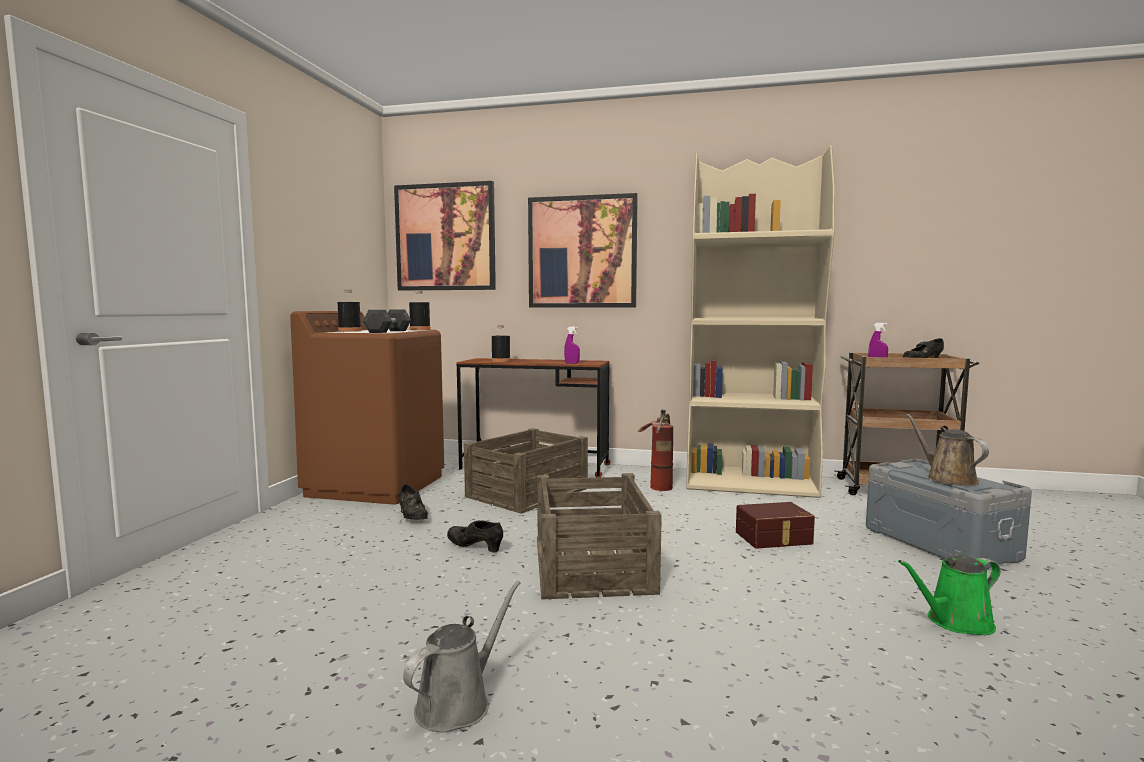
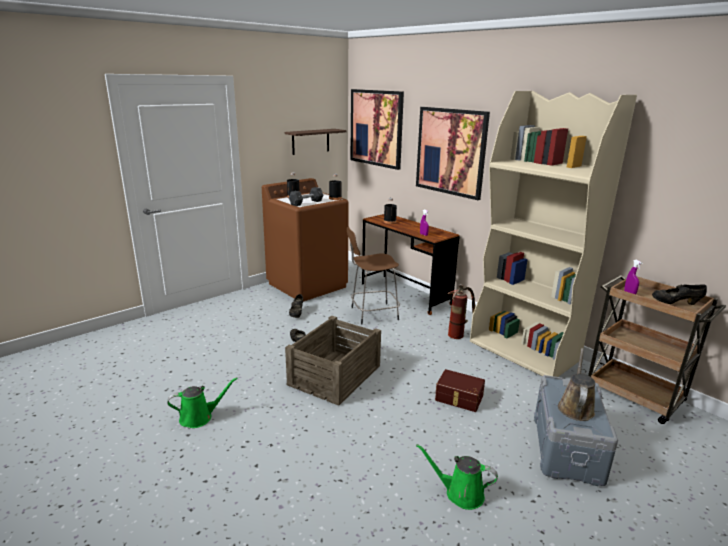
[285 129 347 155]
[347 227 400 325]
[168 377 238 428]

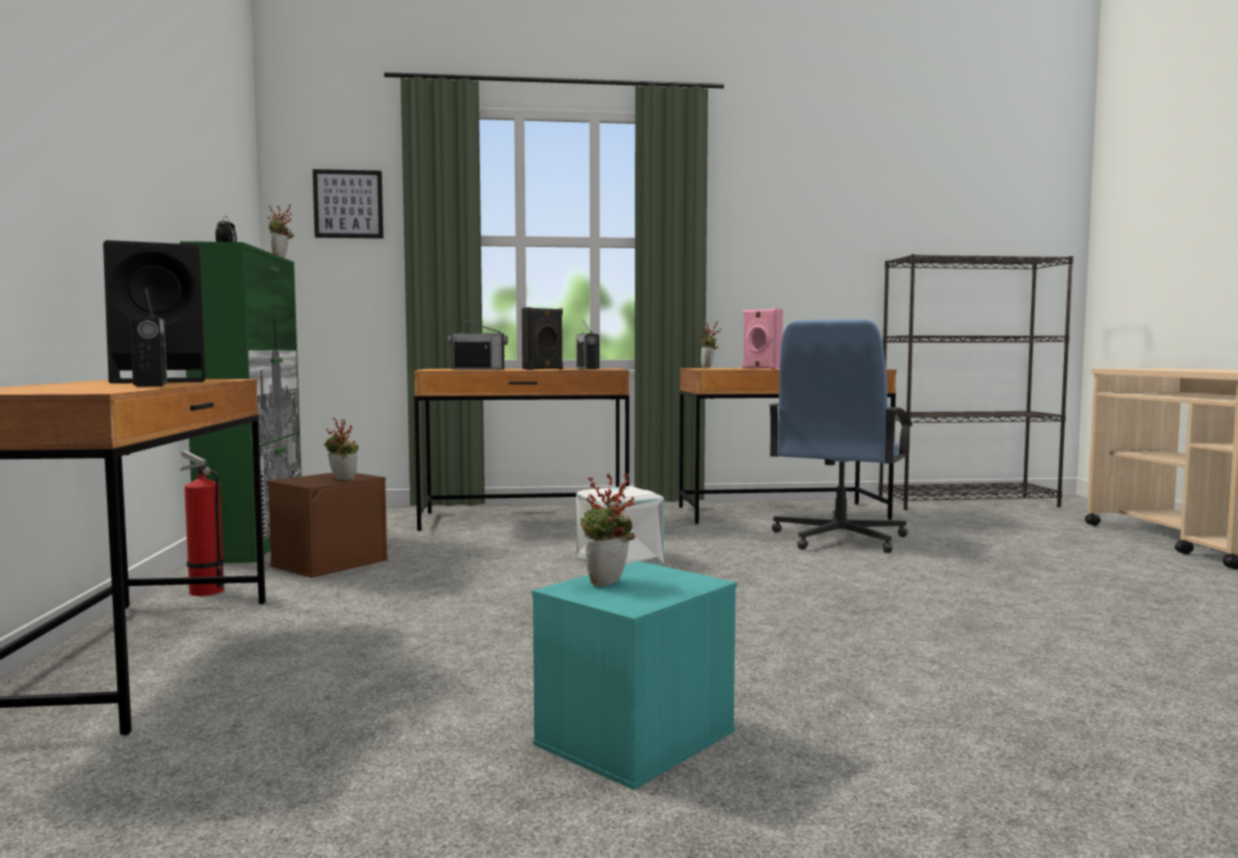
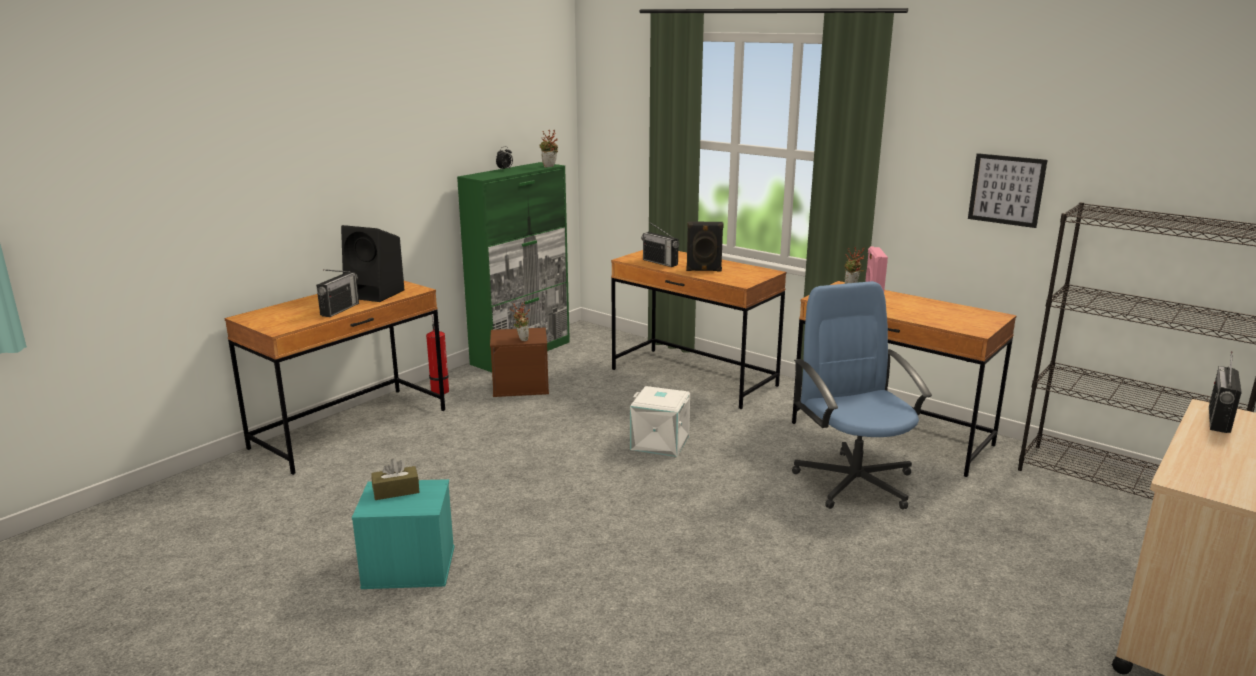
[968 153 1047 228]
[1209 351 1242 433]
[371 459 420 500]
[792 281 932 510]

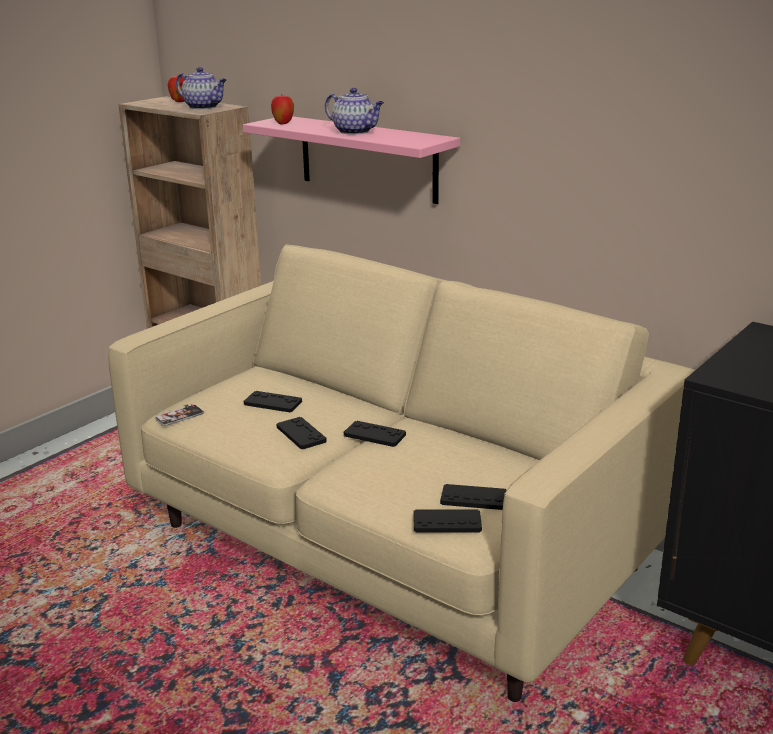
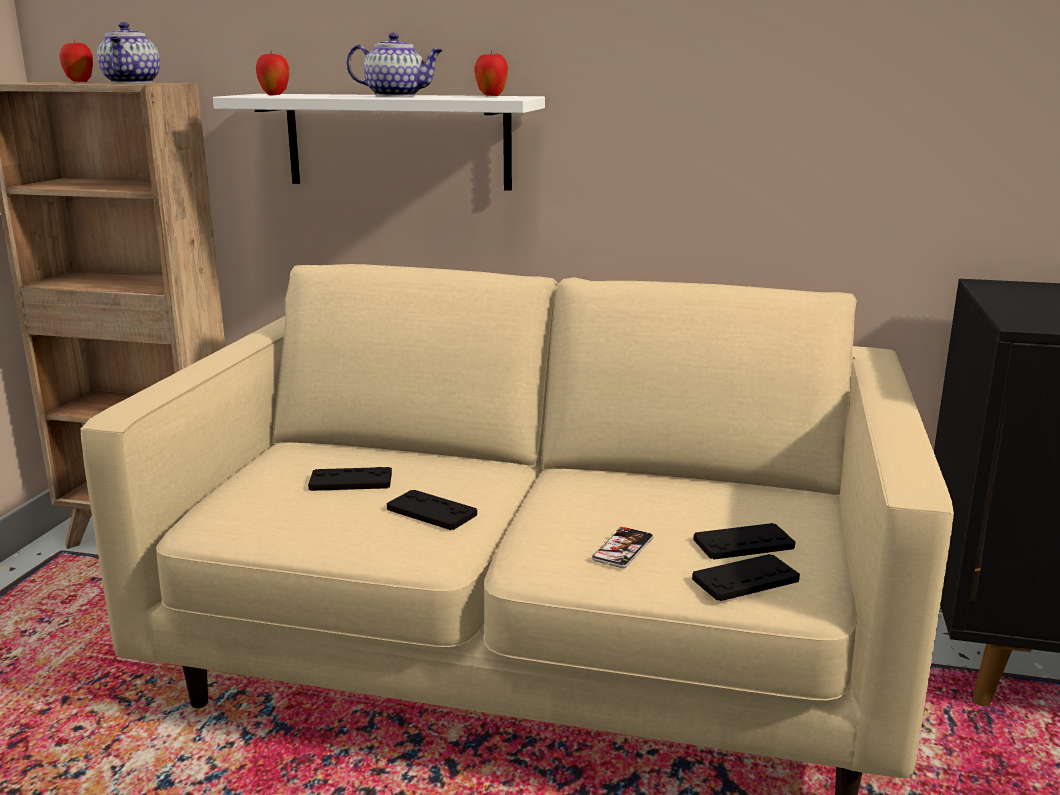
[344 421 406 447] (first image)
[474 50 508 96]
[592 527 653 568]
[213 94 545 191]
[97 22 160 83]

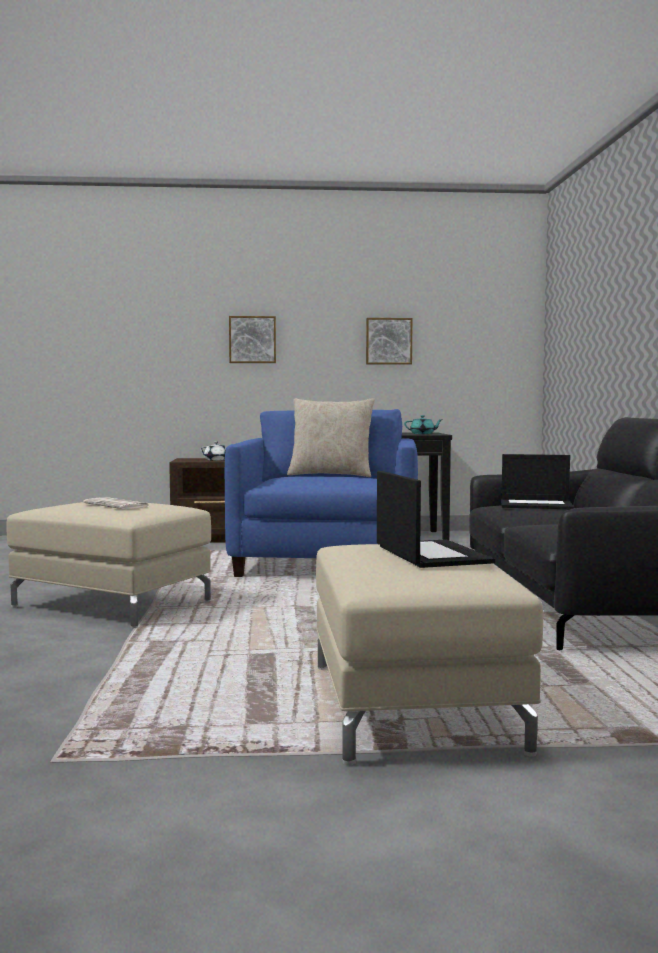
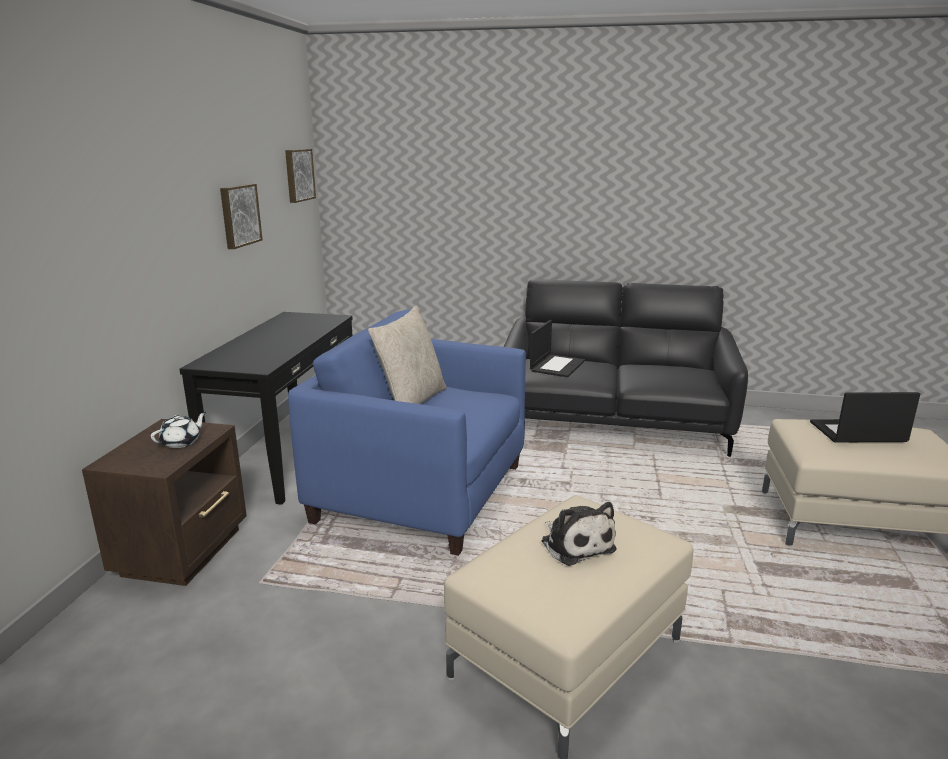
[404 415 443 434] (first image)
[285 149 316 203]
[542 502 617 566]

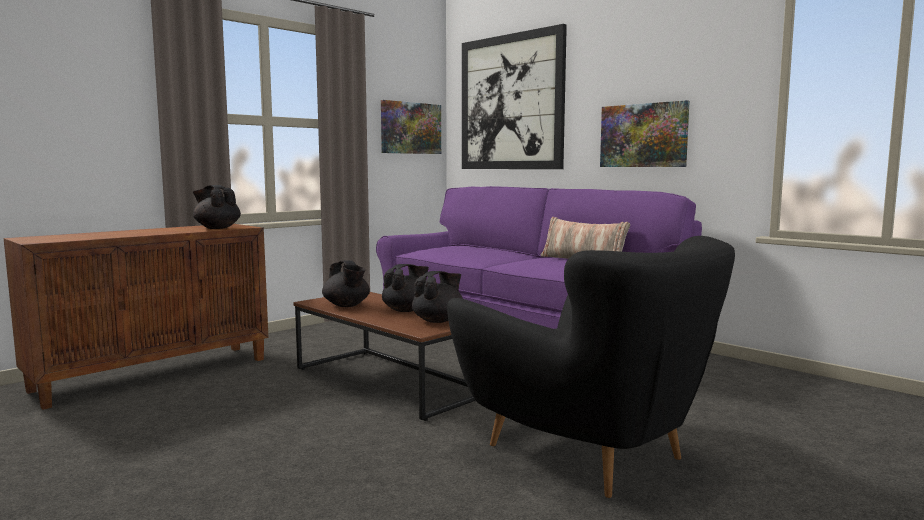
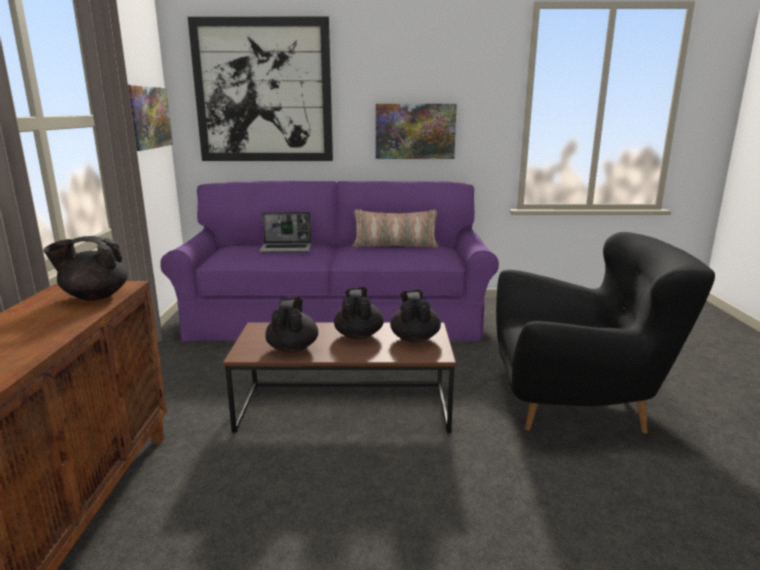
[259 212 311 253]
[265 297 318 353]

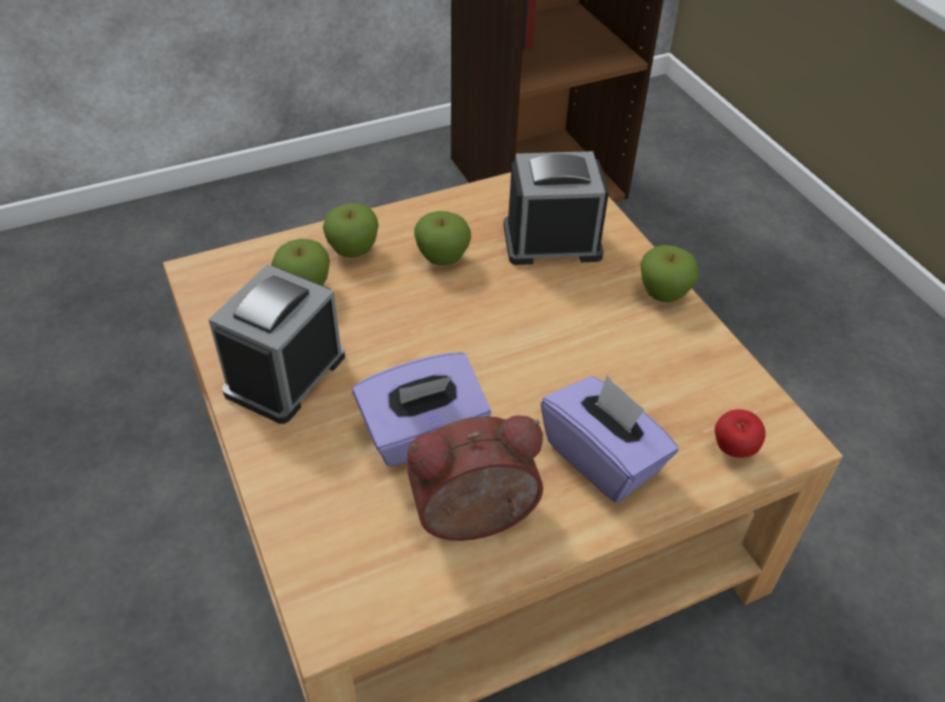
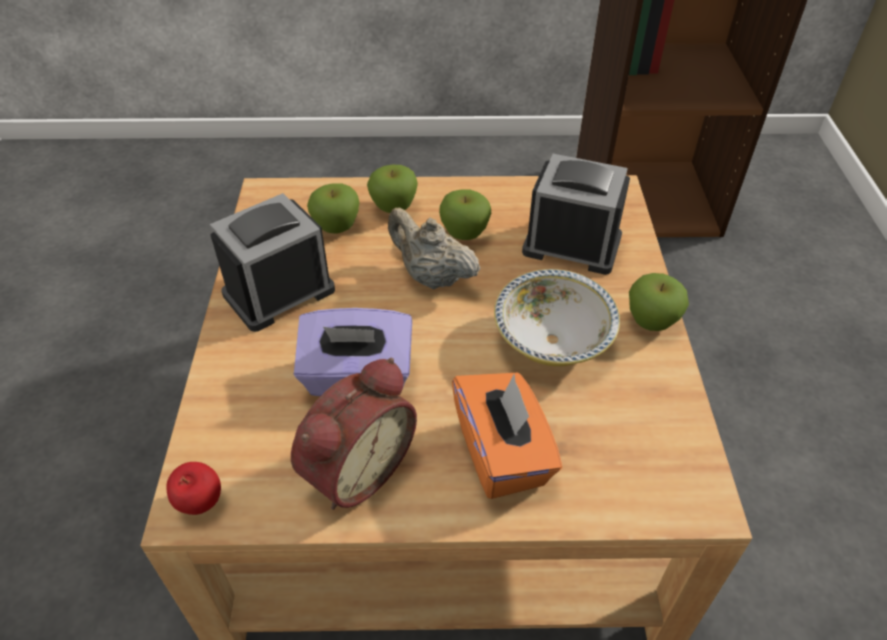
[388 208 480 289]
[494 269 620 366]
[166 462 221 515]
[452 373 562 499]
[291 357 417 510]

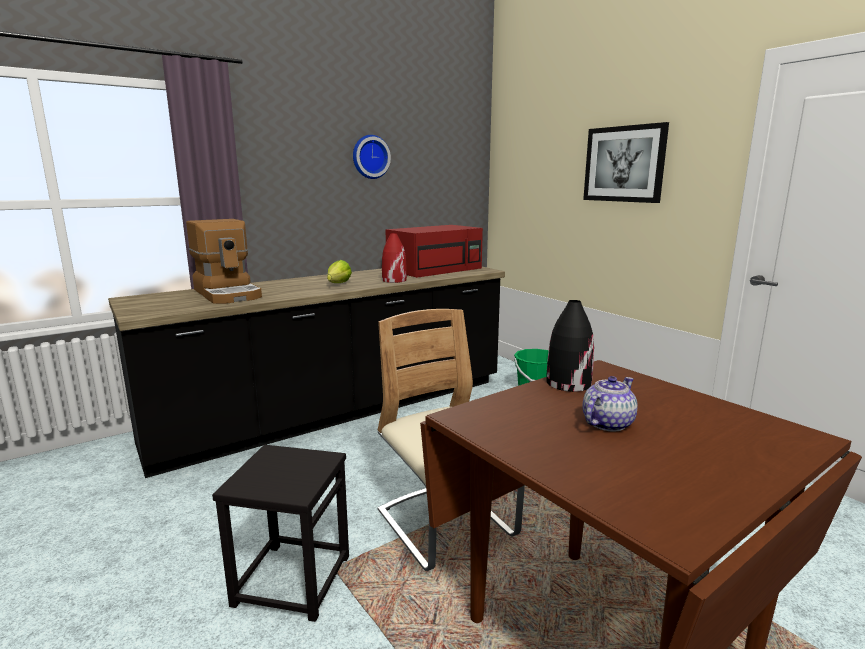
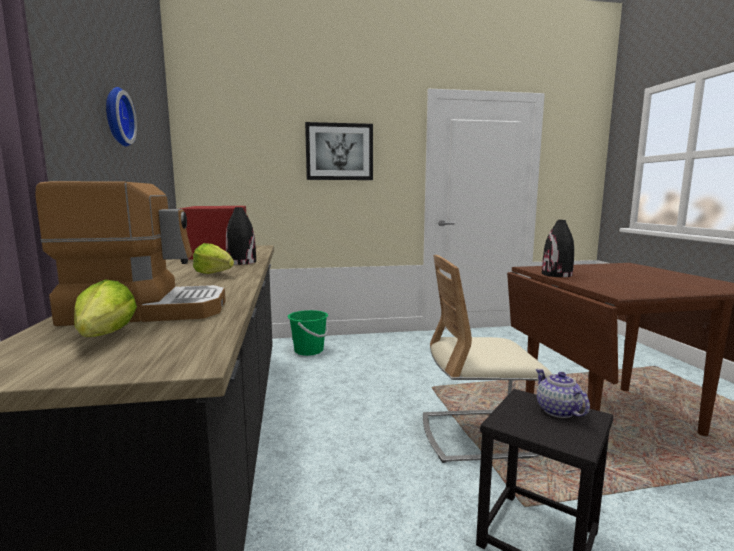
[74 280 137 337]
[536 369 590 418]
[226 207 256 265]

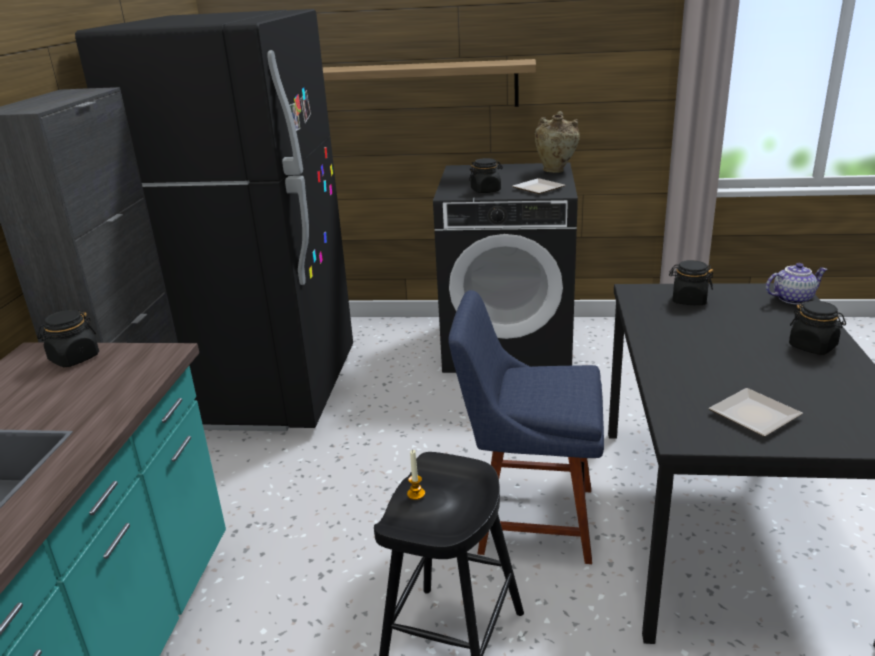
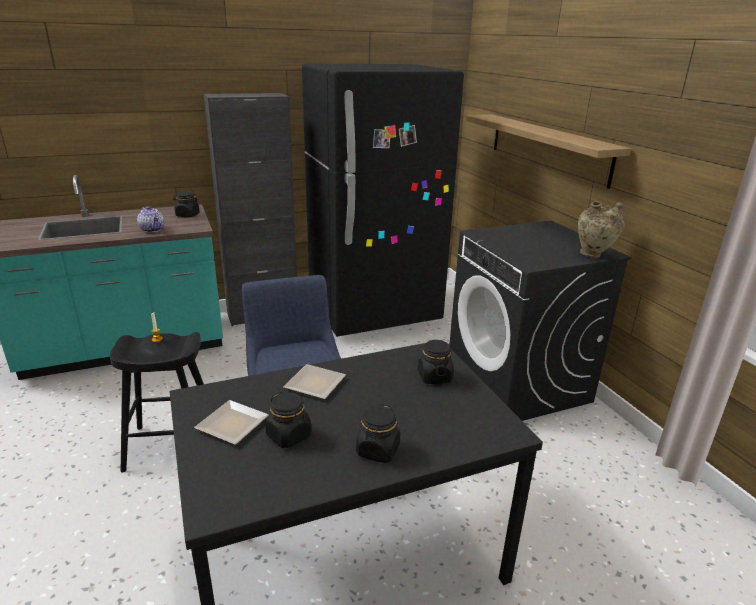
[265 392 311 448]
[284 364 346 399]
[137 206 164 233]

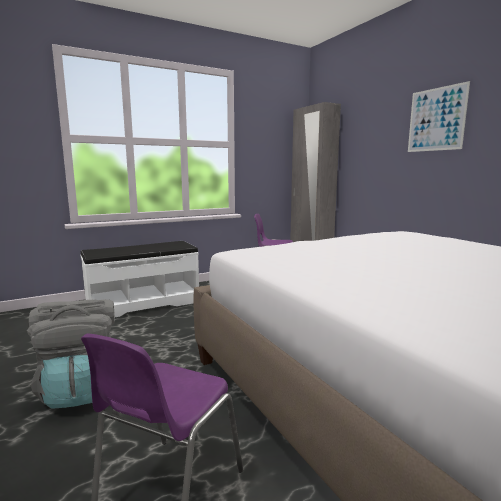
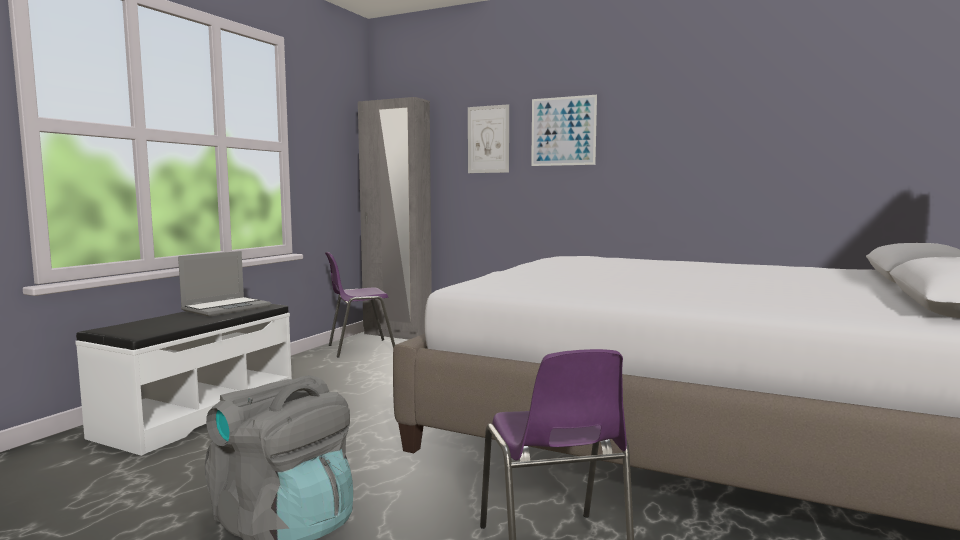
[178 251 271 317]
[468 104 509 173]

